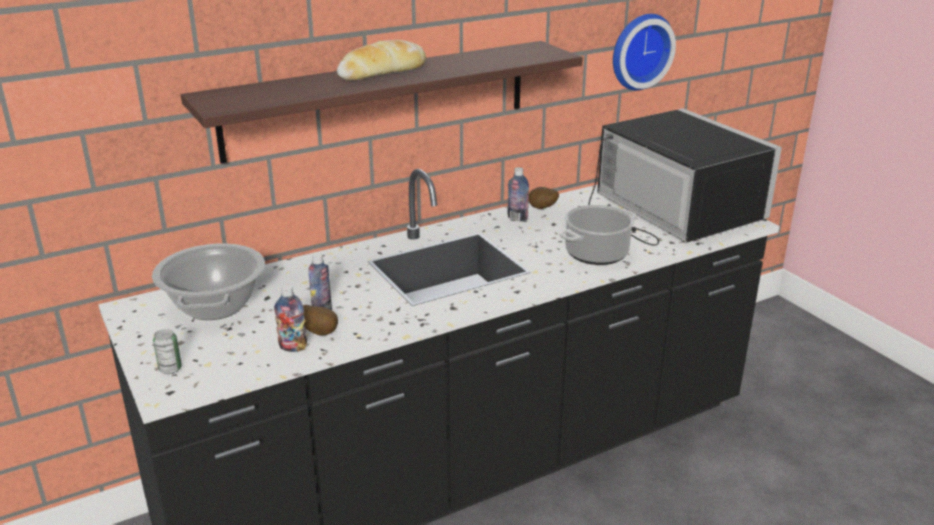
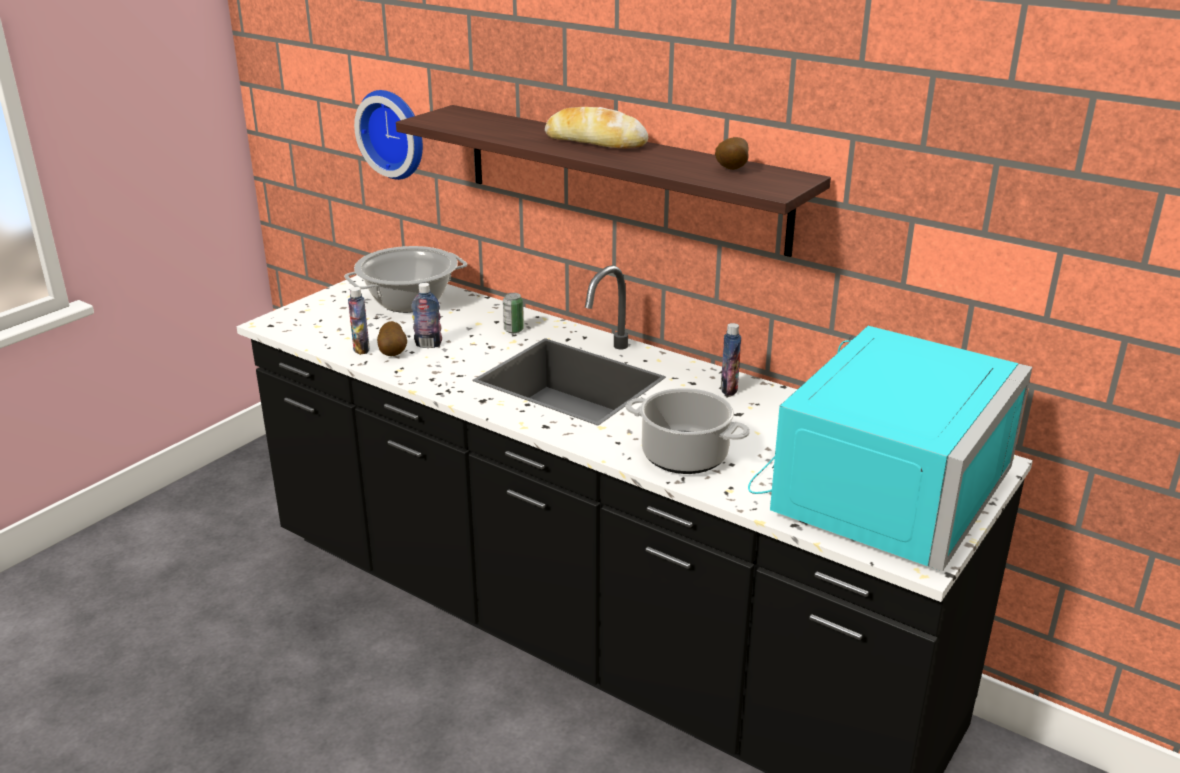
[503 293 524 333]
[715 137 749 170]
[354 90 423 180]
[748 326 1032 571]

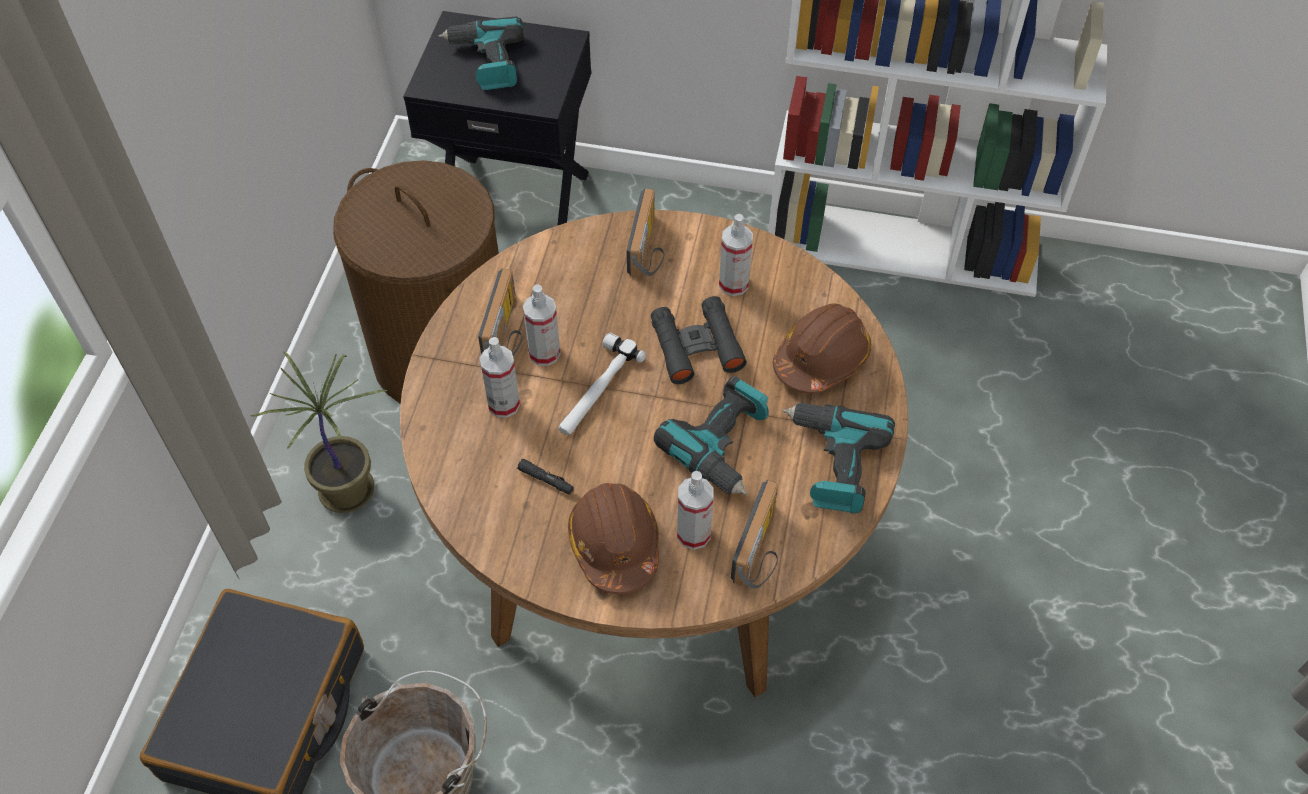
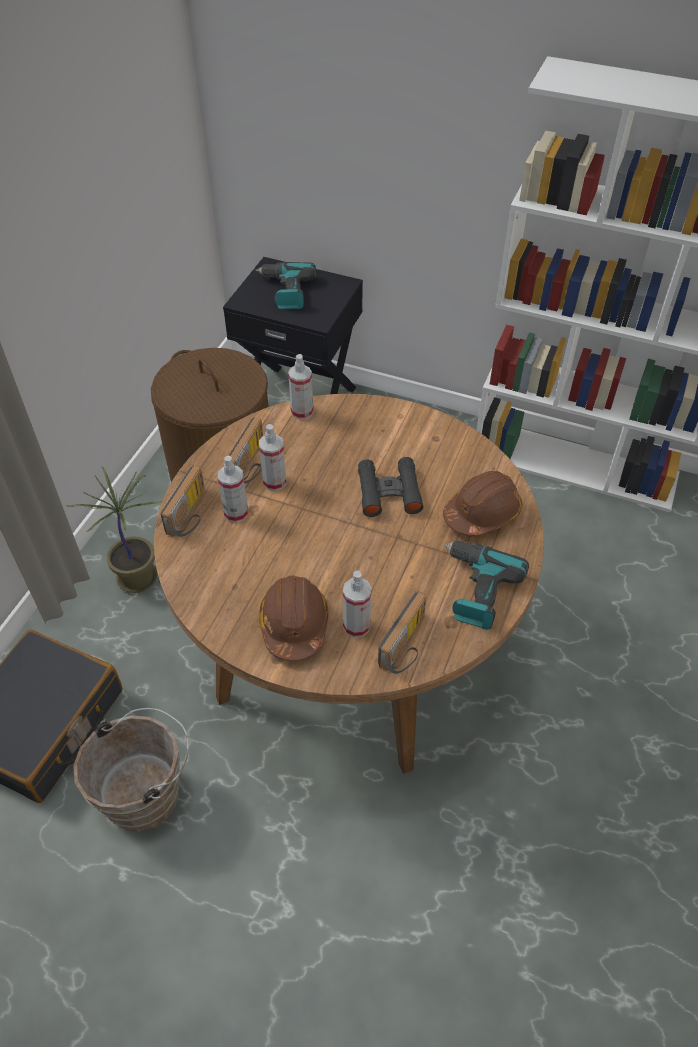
[517 459 574 495] (first image)
[559 333 646 435] (first image)
[654 376 769 495] (first image)
[160 465 205 537]
[288 354 313 420]

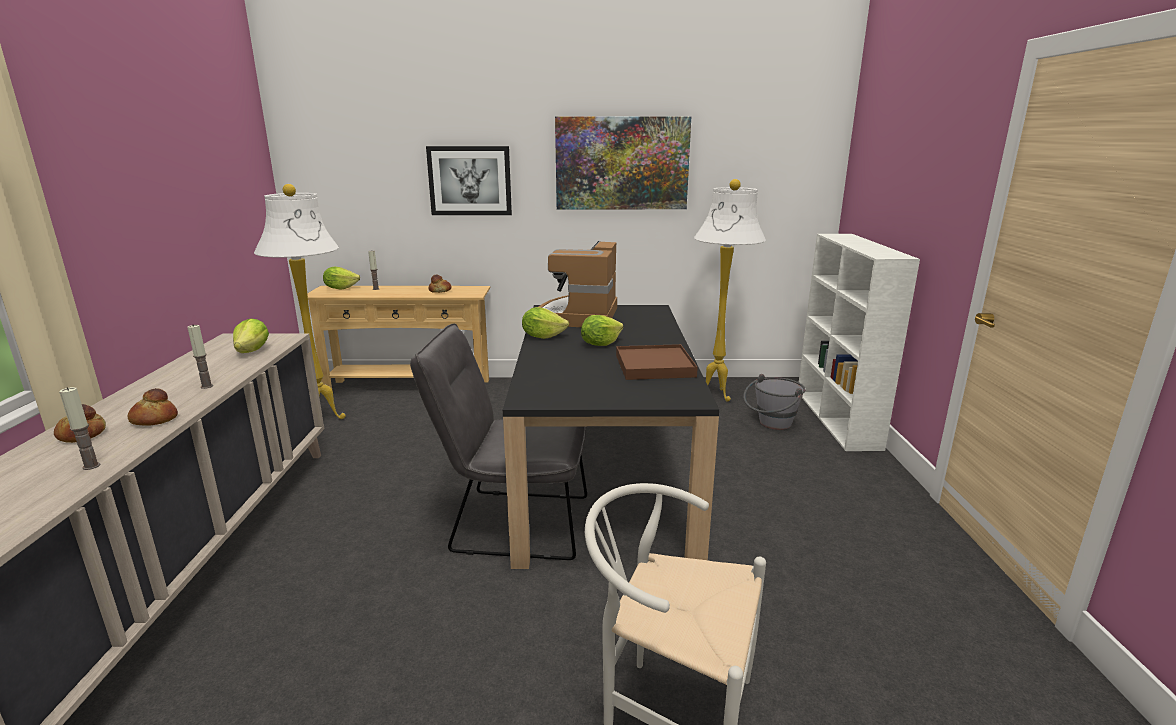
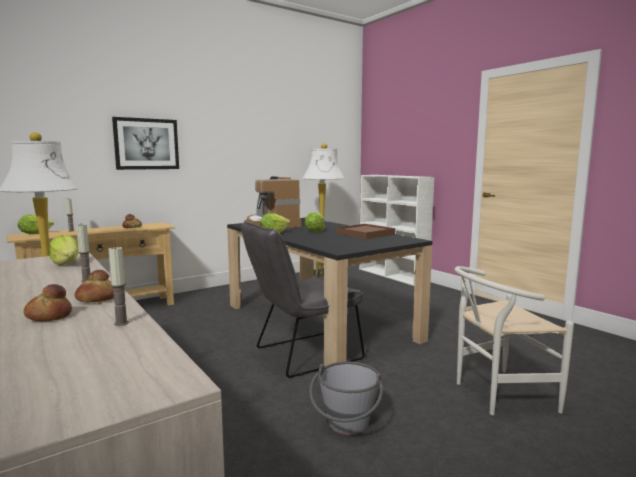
[555 117 691 209] (first image)
[309 361 383 435]

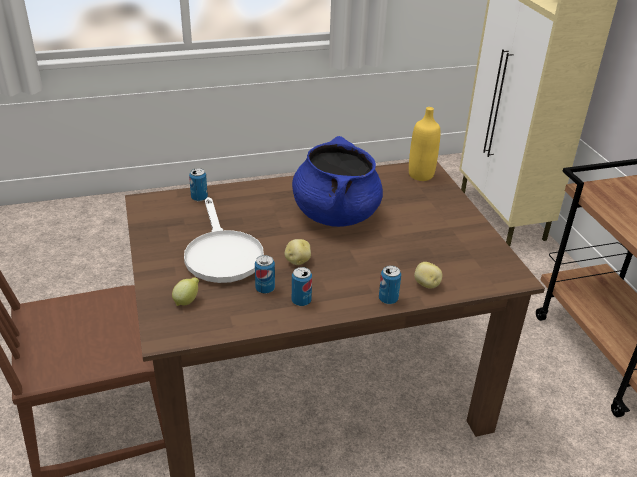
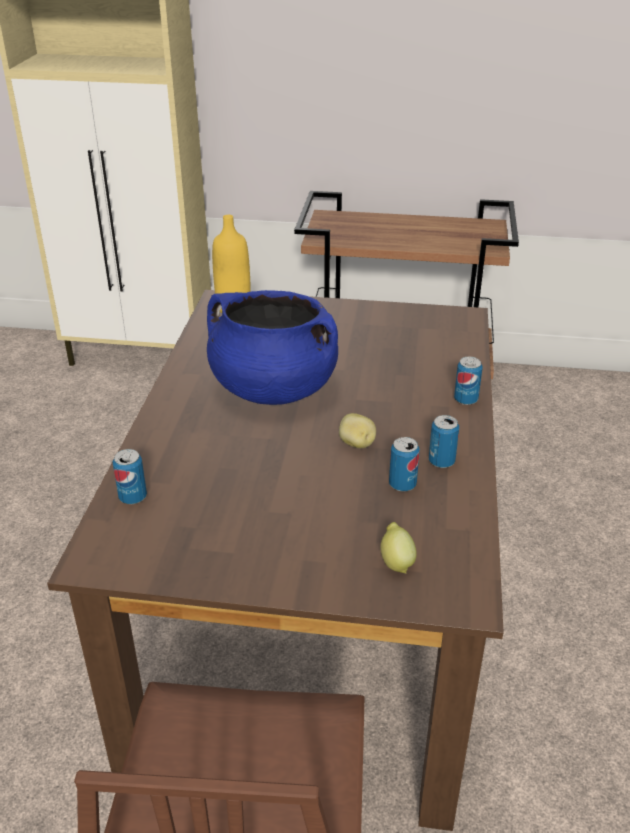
[184 197 264 283] (first image)
[414 262 442 289] (first image)

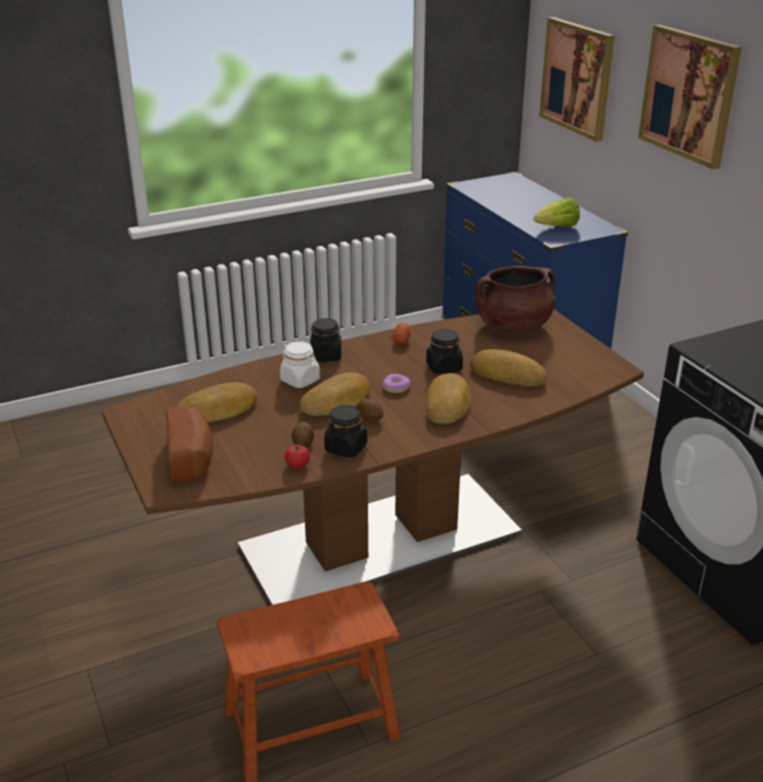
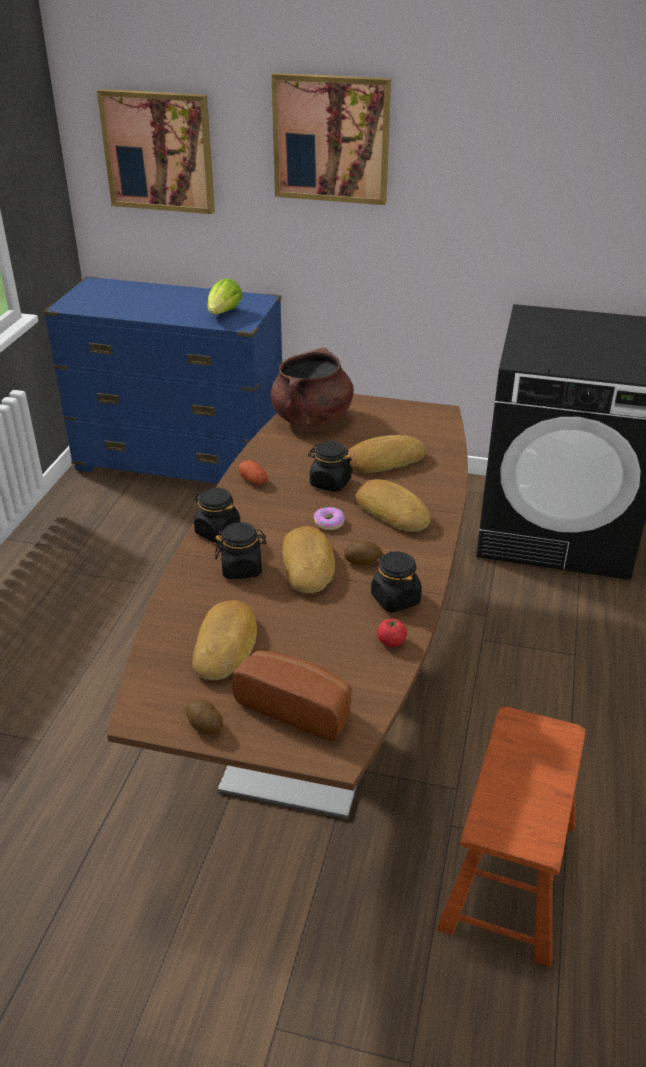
[186 699 223 735]
[215 522 267 579]

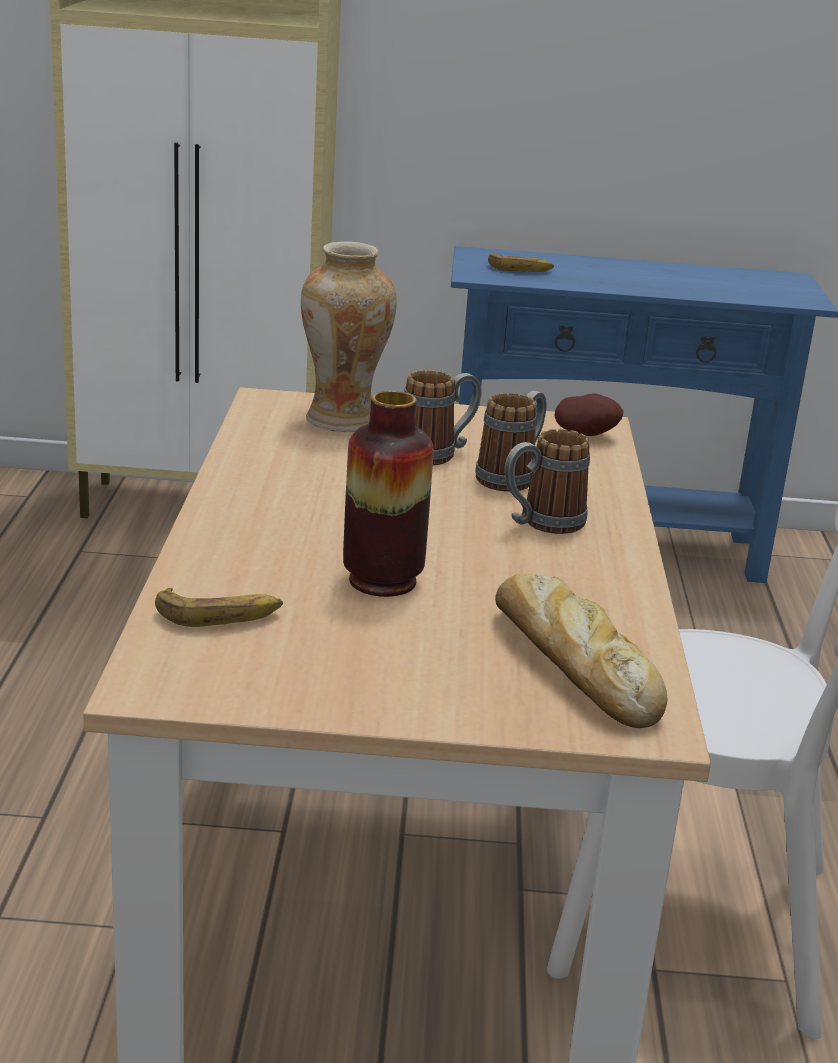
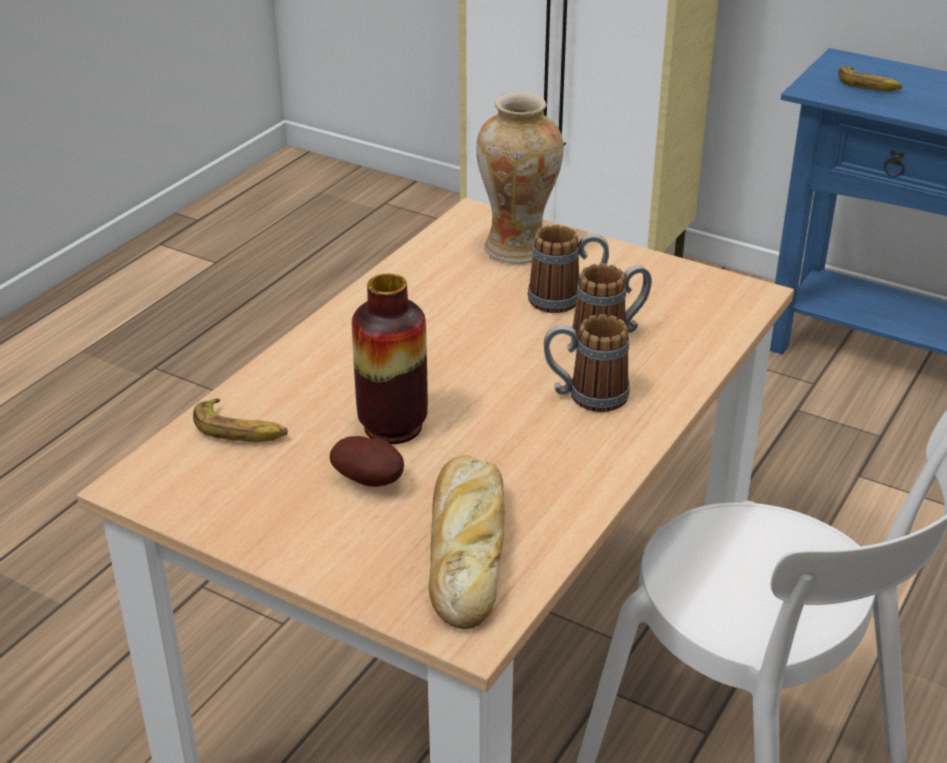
[330 436 404 487]

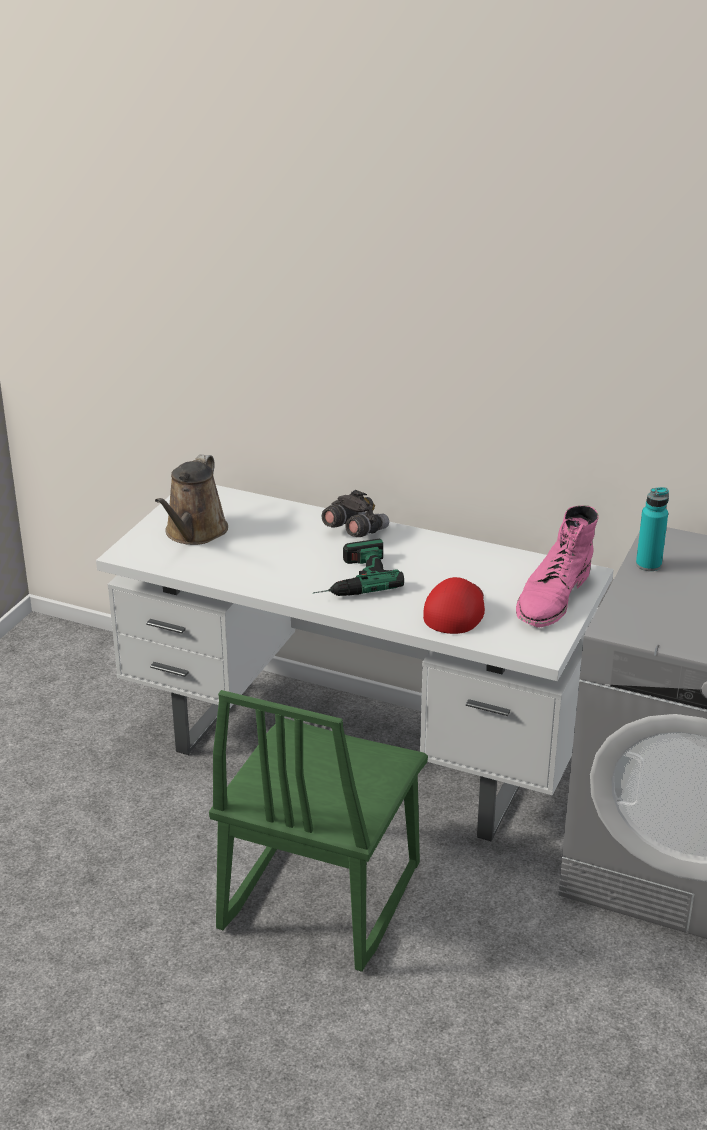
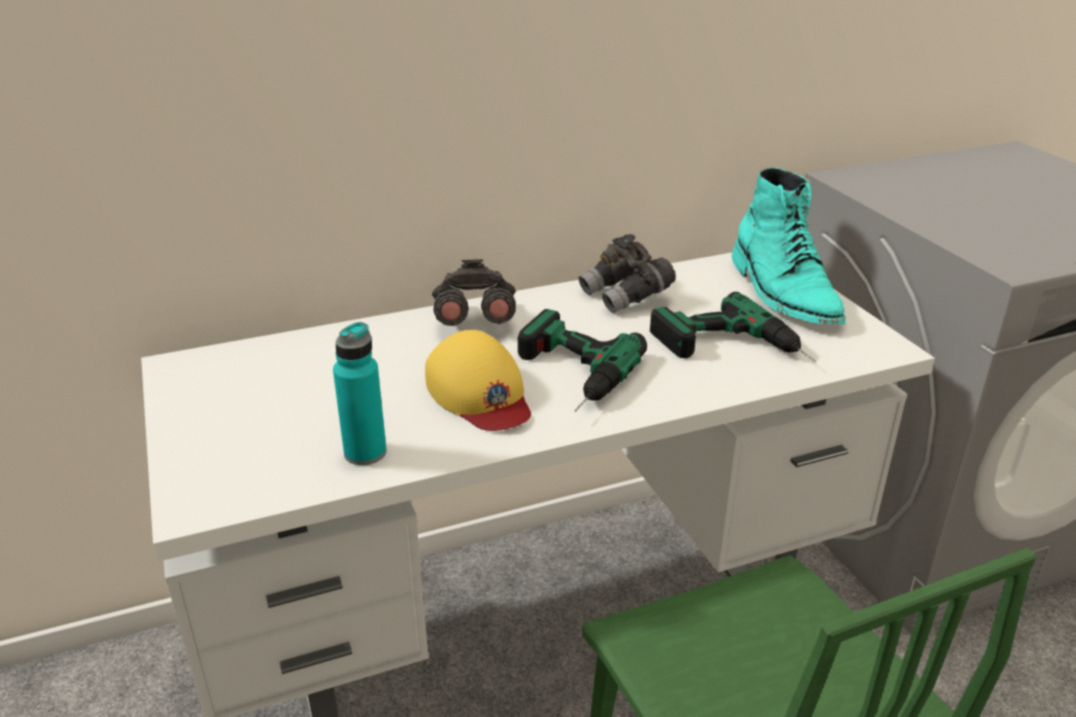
[155 454 228 545] (first image)
[425 330 531 431]
[579 234 676 313]
[333 322 387 465]
[650 292 816 362]
[732 167 846 324]

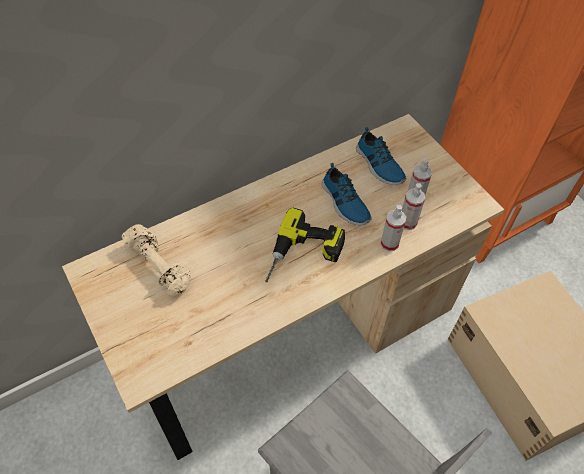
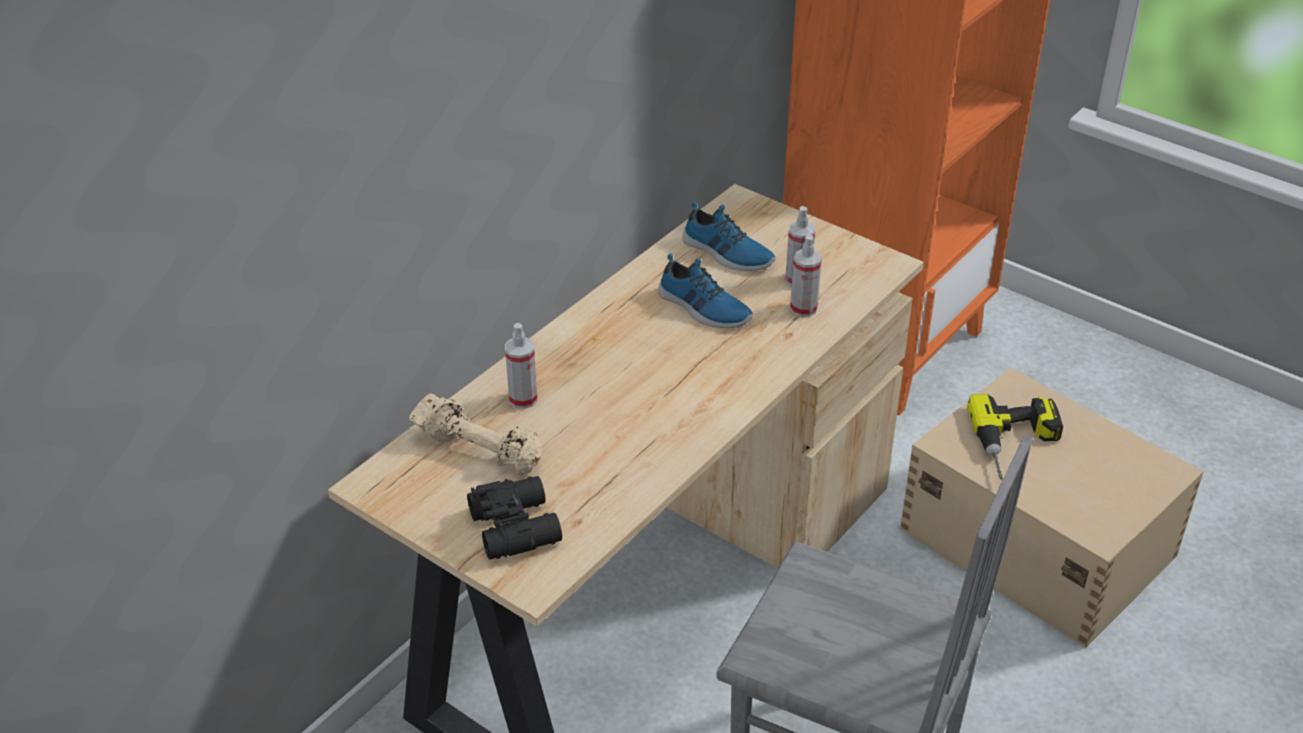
[467 476 562 560]
[967 394 1063 480]
[505 323 537 409]

